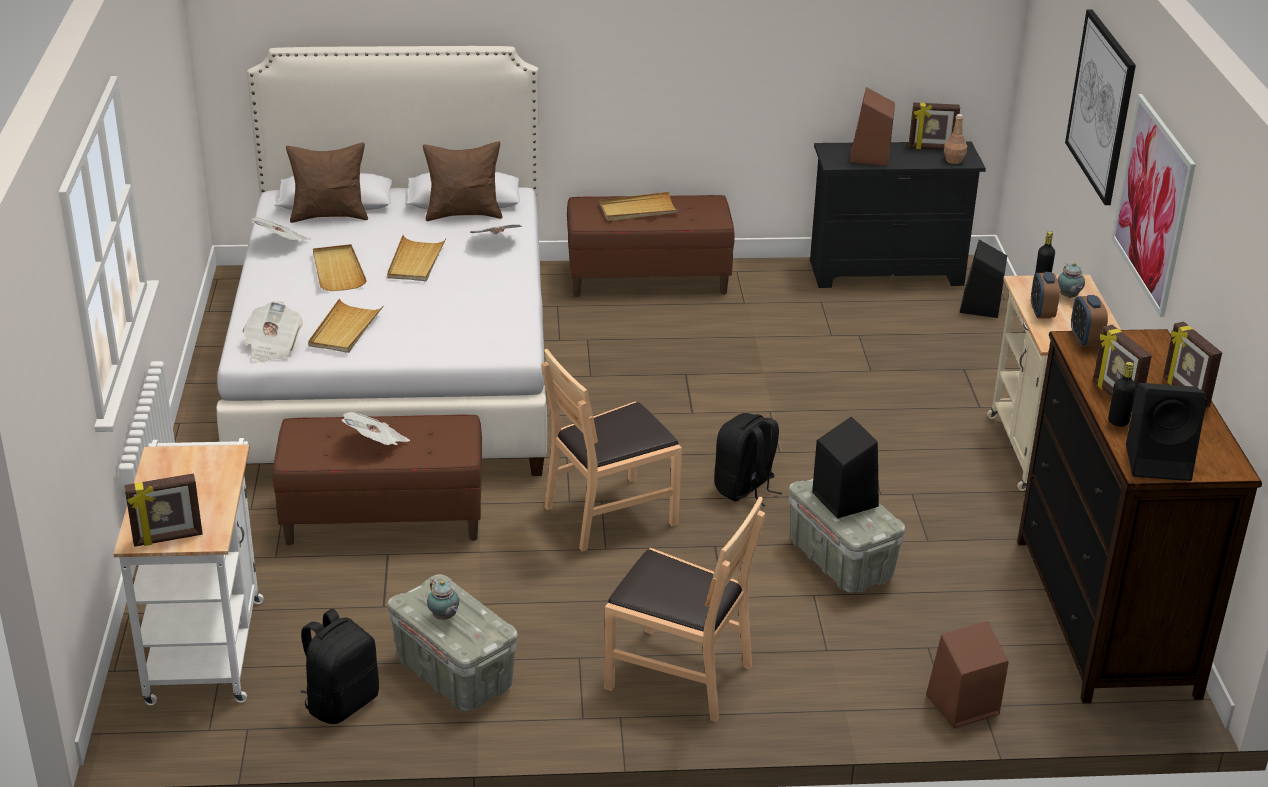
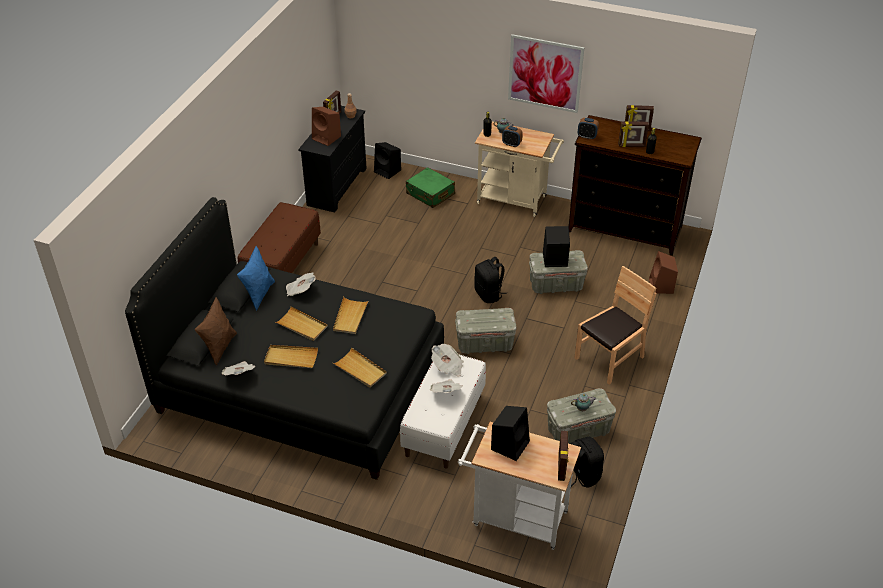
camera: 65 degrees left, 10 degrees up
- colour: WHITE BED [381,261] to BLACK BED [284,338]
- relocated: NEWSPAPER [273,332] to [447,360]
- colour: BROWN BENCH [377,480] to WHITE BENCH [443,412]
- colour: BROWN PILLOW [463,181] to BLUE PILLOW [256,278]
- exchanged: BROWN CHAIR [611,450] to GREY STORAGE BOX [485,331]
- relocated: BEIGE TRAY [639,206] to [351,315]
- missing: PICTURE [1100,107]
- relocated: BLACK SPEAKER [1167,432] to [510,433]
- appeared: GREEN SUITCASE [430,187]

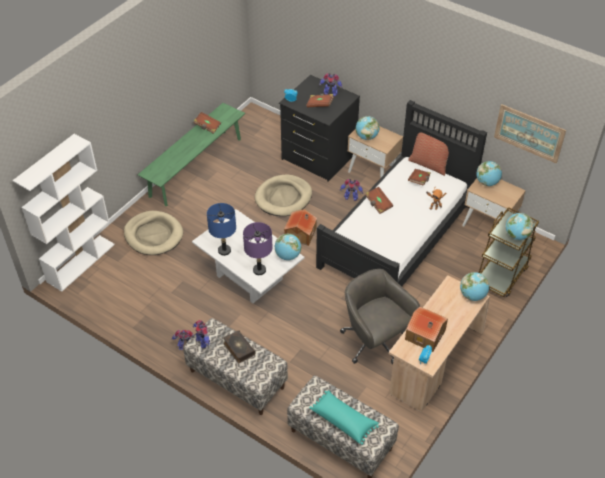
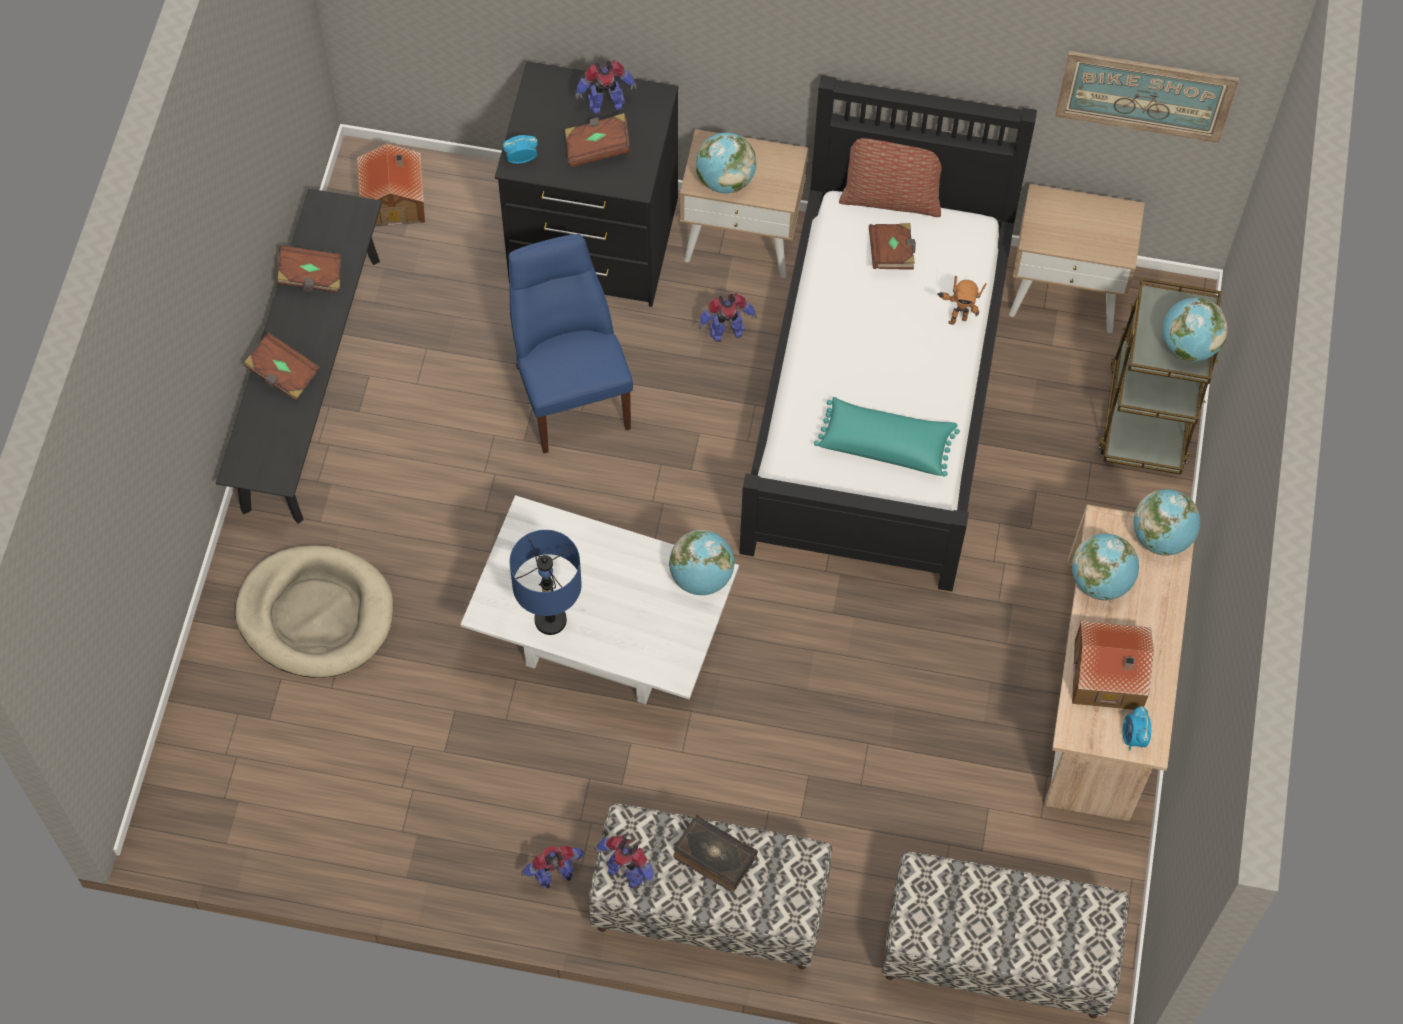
camera: 25 degrees left, 15 degrees up
- missing: WHITE BOOKCASE [64,213]
- colour: GREEN BENCH [191,154] to BLACK BENCH [299,356]
- missing: PURPLE TABLE LAMP [258,248]
- exchanged: BEIGE DOG BED [283,195] to BLUE CHAIR [570,343]
- relocated: TOY HOUSE [300,227] to [391,185]
- relocated: TURQUOISE PILLOW [344,417] to [887,437]
- missing: GREY OFFICE CHAIR [380,316]
- relocated: BROWN BOOK [379,200] to [282,366]
- relocated: GLOBE [489,173] to [1105,567]

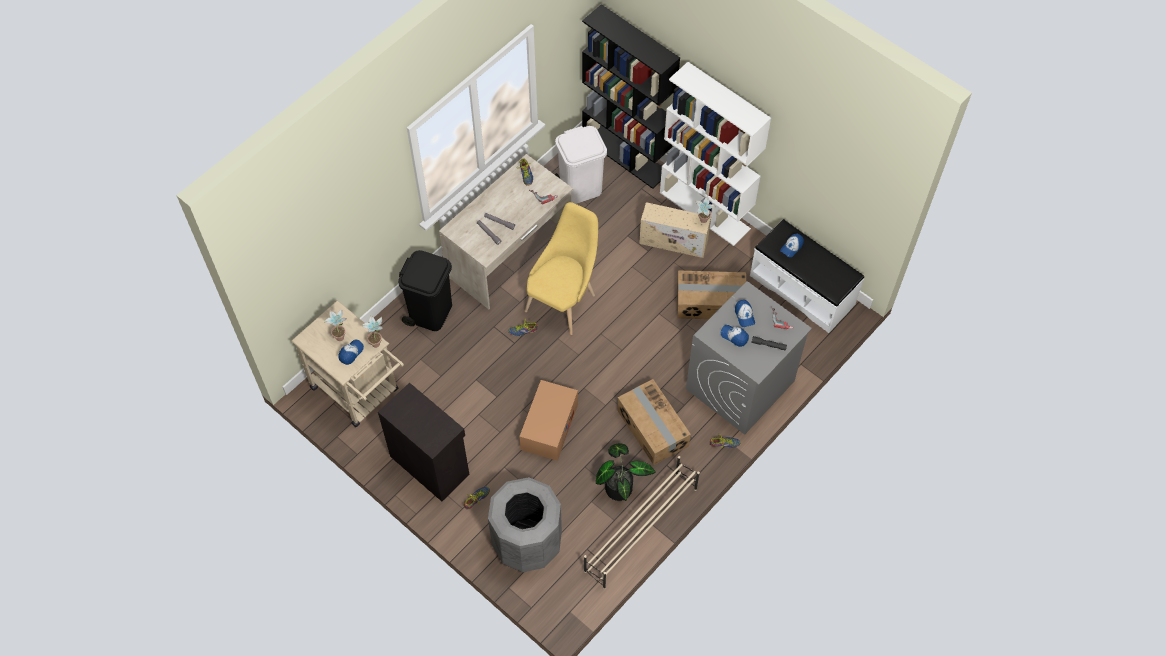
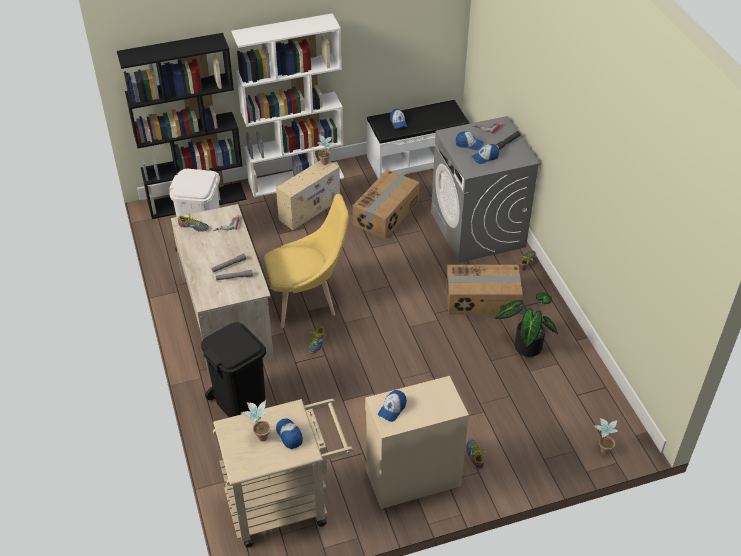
camera: 60 degrees left, 15 degrees down
- relocated: POTTED PLANT [372,332] to [605,436]
- colour: BLACK CABINET [423,442] to BEIGE CABINET [417,442]
- missing: GREY TRASH CAN [525,524]
- missing: CARDBOARD BOX [548,420]
- spun: YELLOW CHAIR [561,268] = [306,261] 105 degrees clockwise
- missing: BEIGE SHOE RACK [642,522]
- appeared: CAP [392,406]

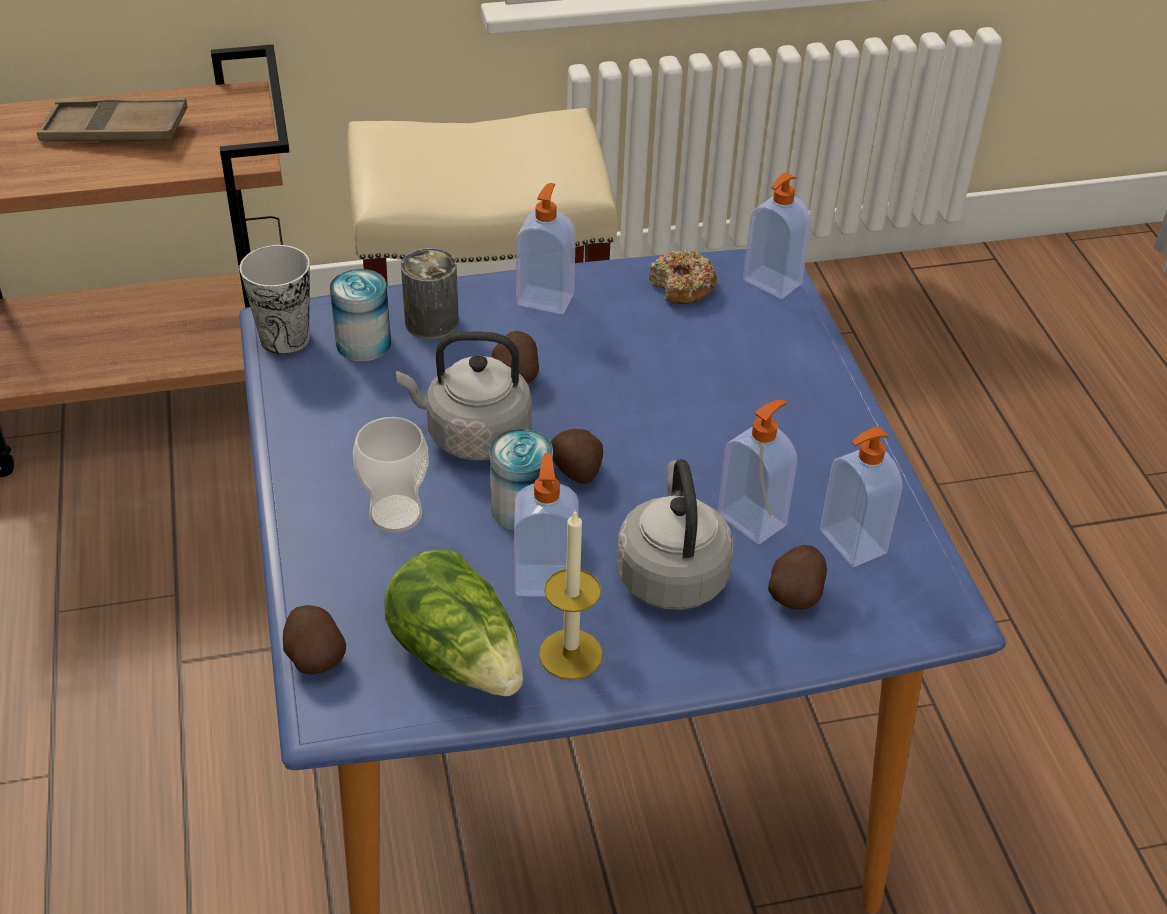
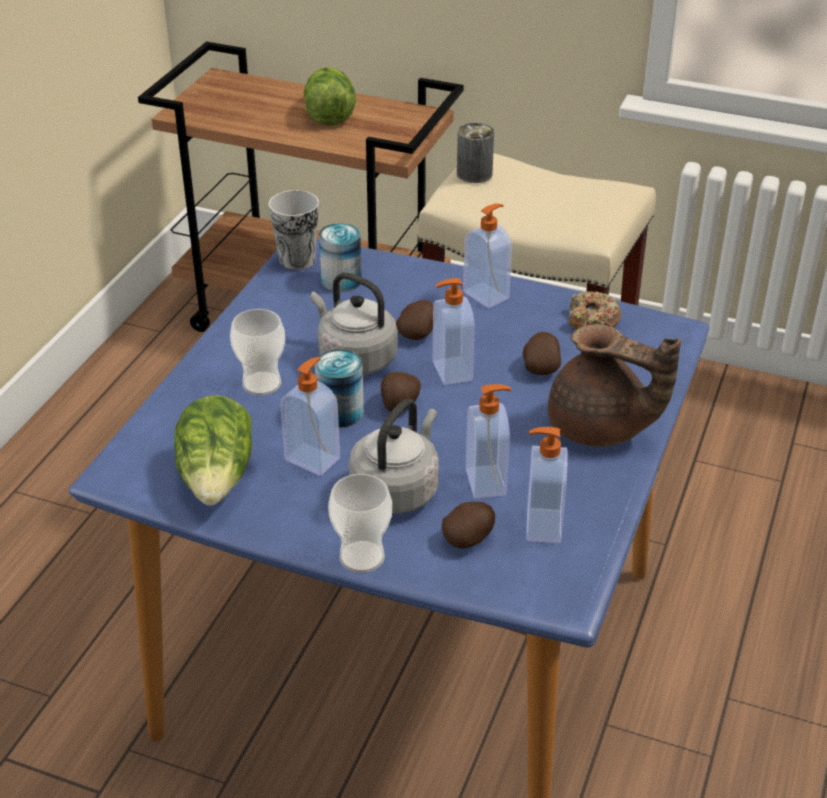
camera: 35 degrees right, 5 degrees down
- exchanged: BROWN TRAY [112,119] to LETTUCE [330,96]
- relocated: POTATO [314,640] to [542,353]
- relocated: CAN [430,293] to [475,153]
- missing: CANDLE [571,595]
- relocated: SOAP DISPENSER [777,235] to [454,331]
- appeared: CUP [360,523]
- appeared: BROWN TEAPOT [614,385]

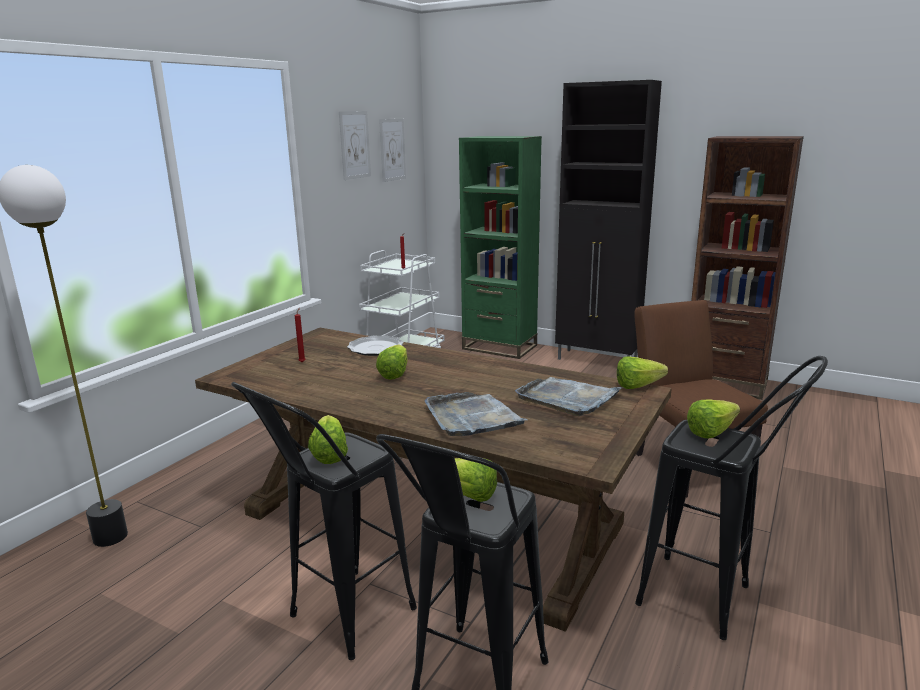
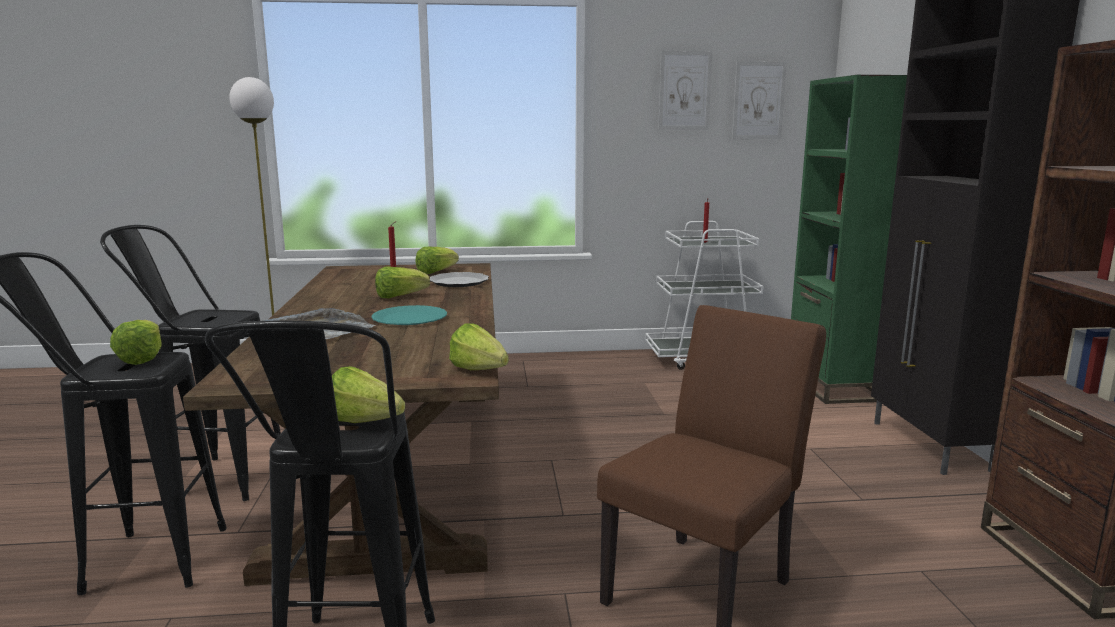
camera: 55 degrees right, 5 degrees down
- relocated: LETTUCE [328,439] to [437,260]
- missing: GREY TRAY [569,396]
- appeared: TURQUOISE PLATE [409,315]

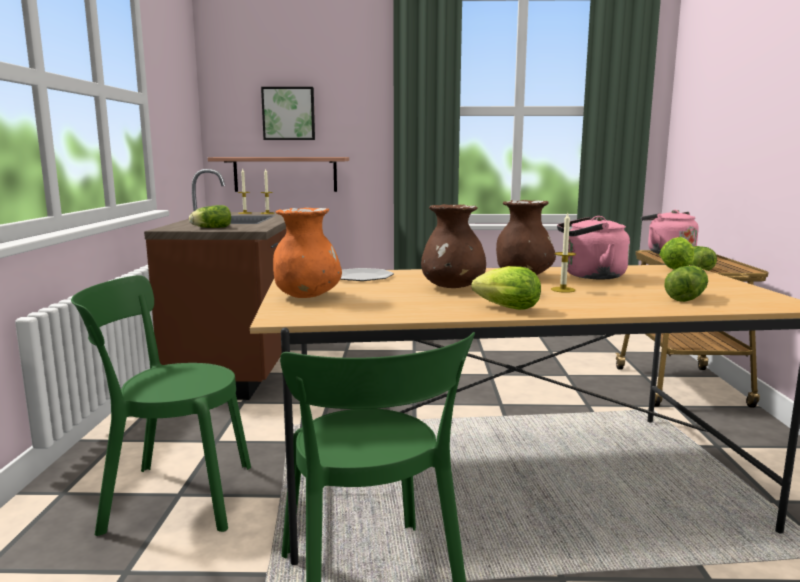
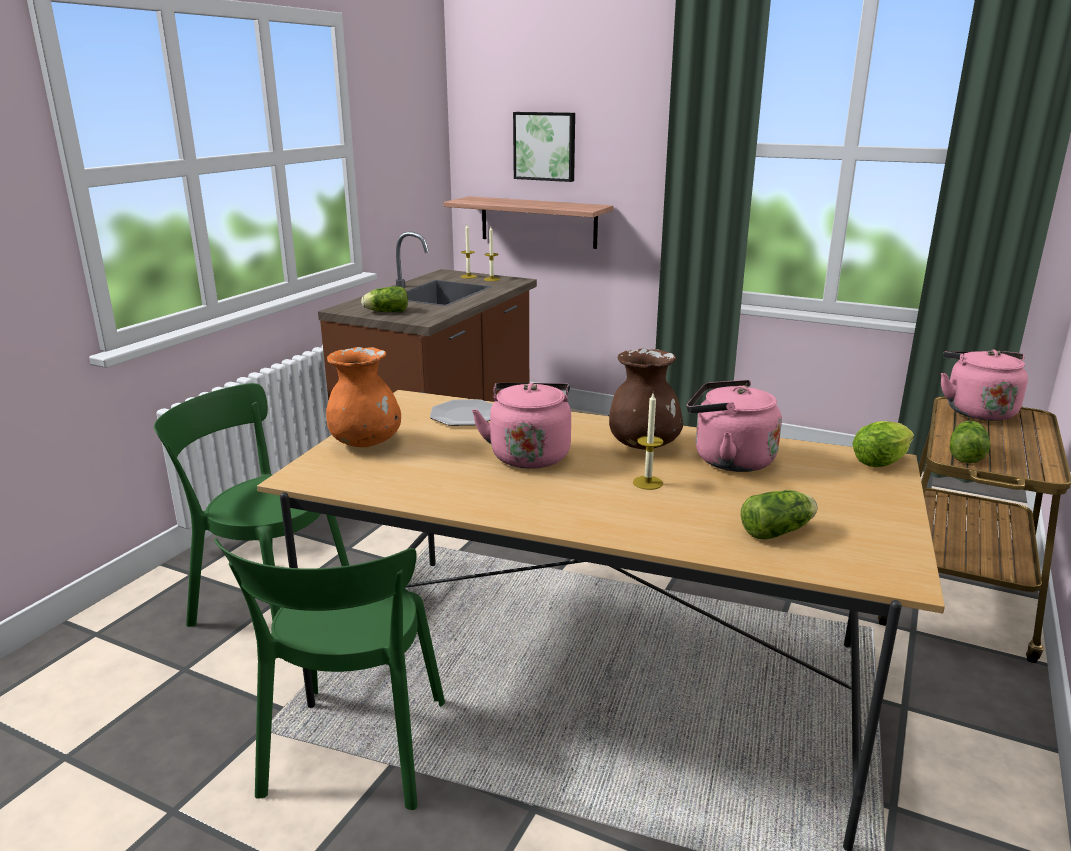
camera: 25 degrees right, 10 degrees up
- exchanged: BROWN VASE [453,246] to PINK KETTLE [521,426]
- missing: LETTUCE [506,288]

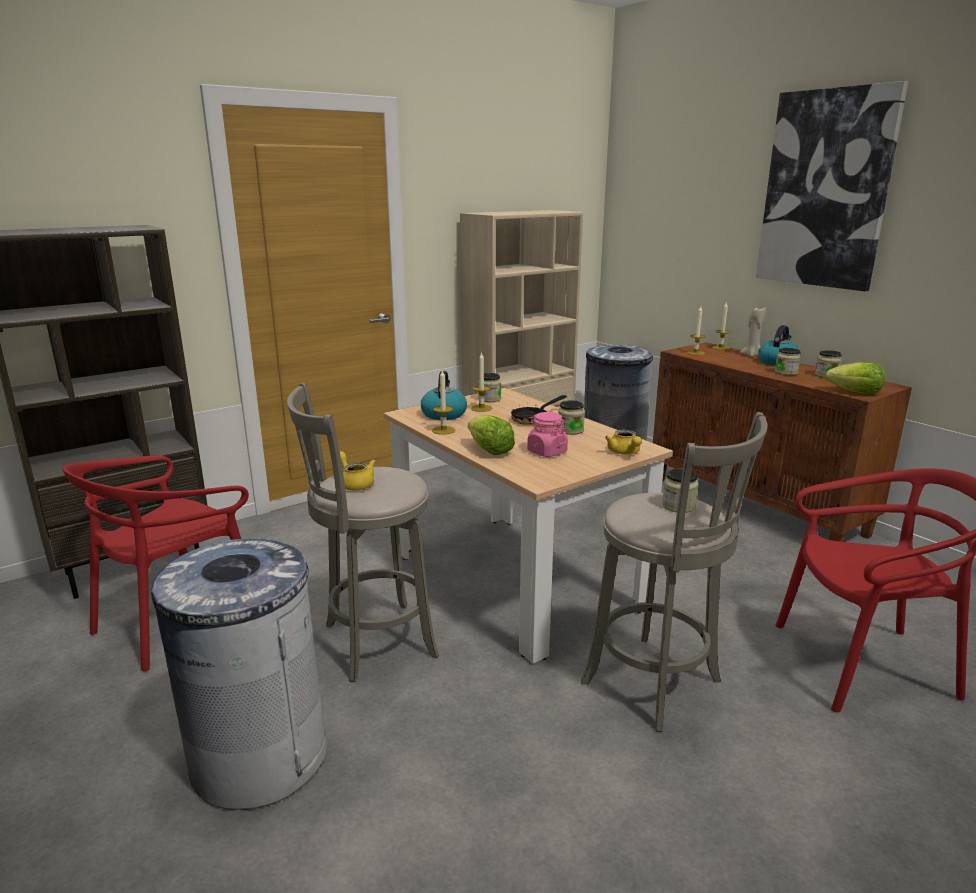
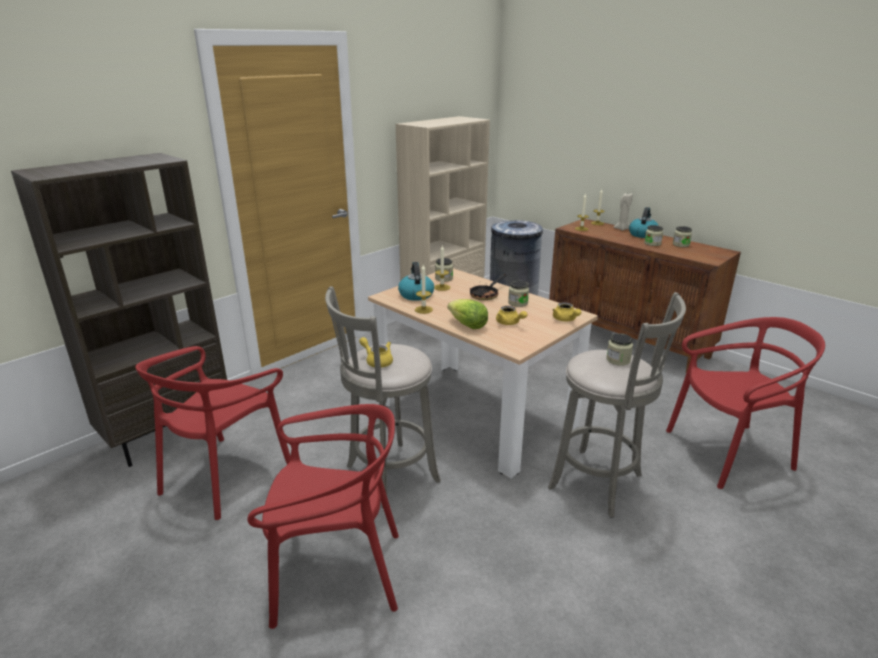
camera: 10 degrees left, 5 degrees up
- exchanged: GREY TRASH CAN [239,674] to RED CHAIR [323,516]
- exchanged: PINK JAR [547,434] to YELLOW TEAPOT [511,315]
- missing: PICTURE [832,186]
- missing: LETTUCE [855,378]

